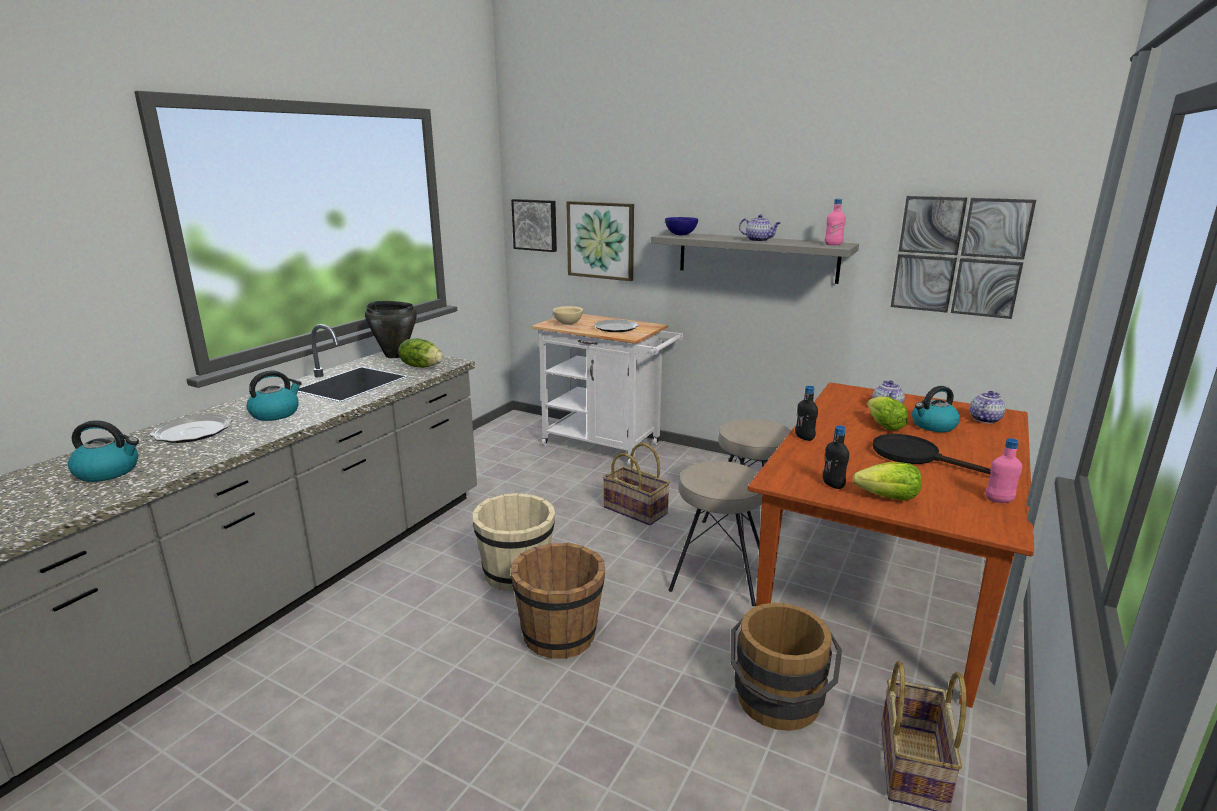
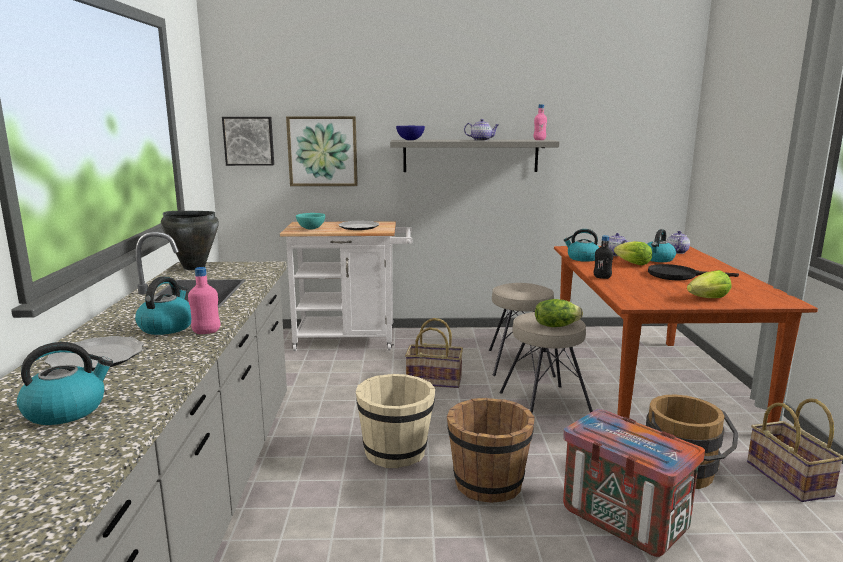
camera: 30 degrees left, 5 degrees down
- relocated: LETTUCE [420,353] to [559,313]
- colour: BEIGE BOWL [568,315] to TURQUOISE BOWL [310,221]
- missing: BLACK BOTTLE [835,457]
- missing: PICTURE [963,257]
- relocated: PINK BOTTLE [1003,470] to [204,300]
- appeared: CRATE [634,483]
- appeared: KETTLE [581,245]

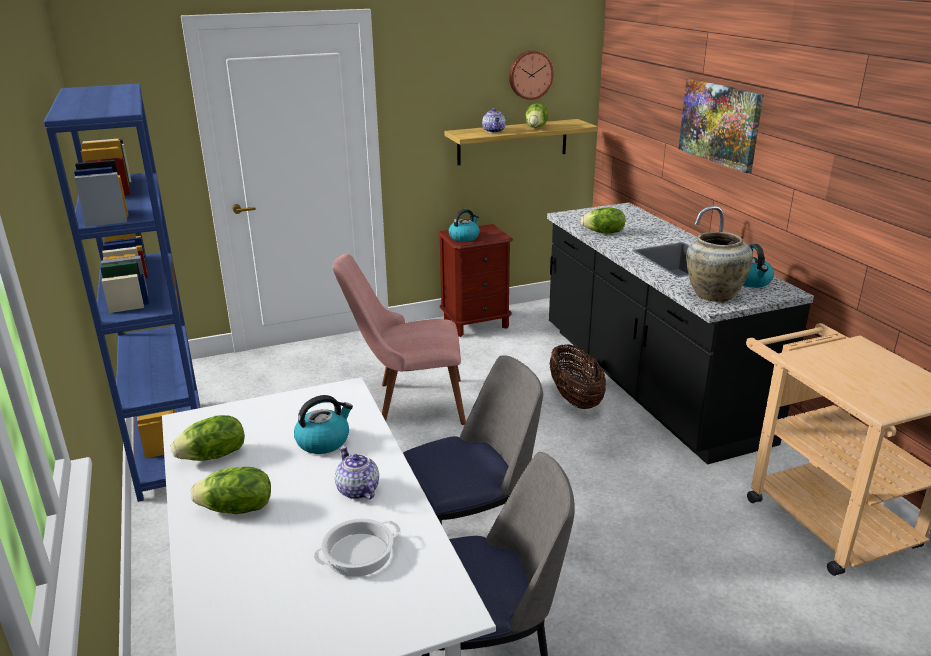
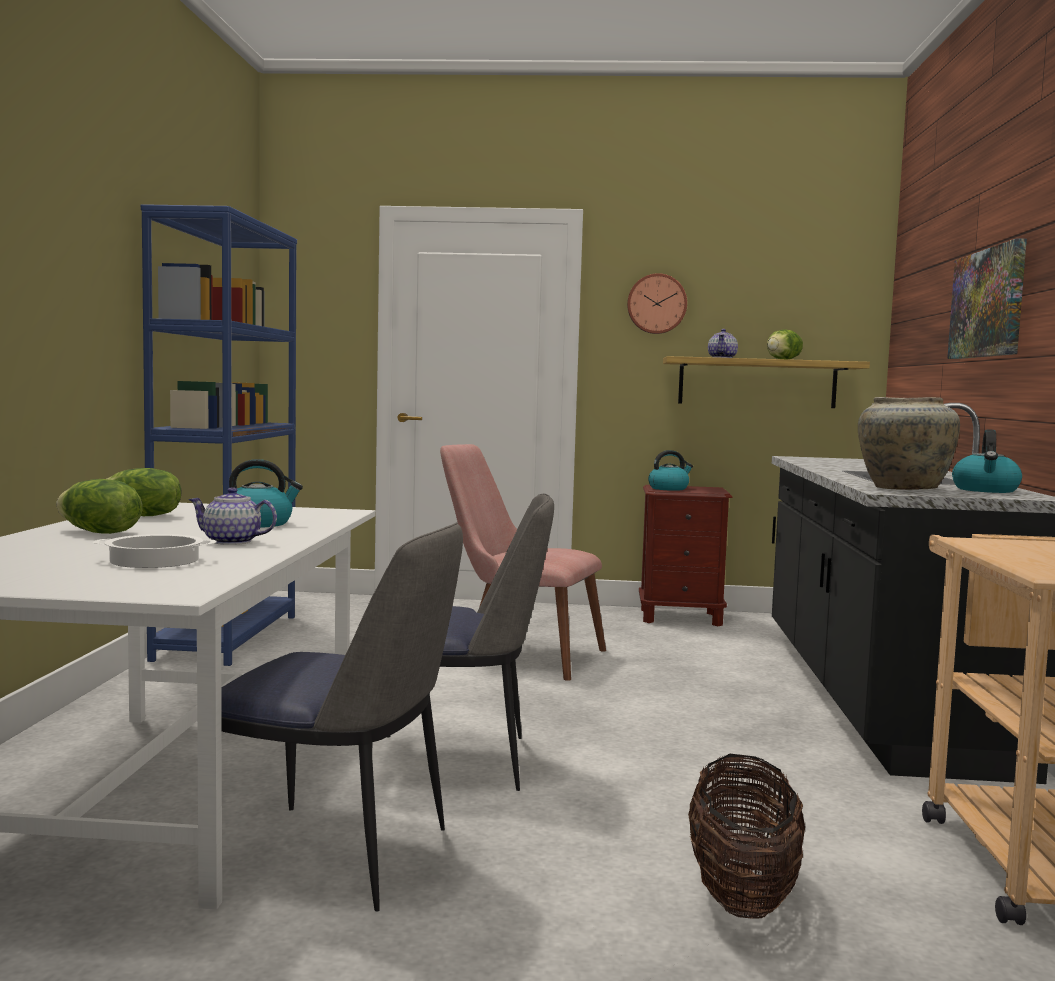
camera: 25 degrees right, 20 degrees down
- spun: TEAPOT [357,472] = [232,516] 75 degrees counterclockwise
- relocated: WALL CLOCK [531,75] to [657,303]
- relocated: BASKET [577,376] to [746,836]
- missing: LETTUCE [603,221]

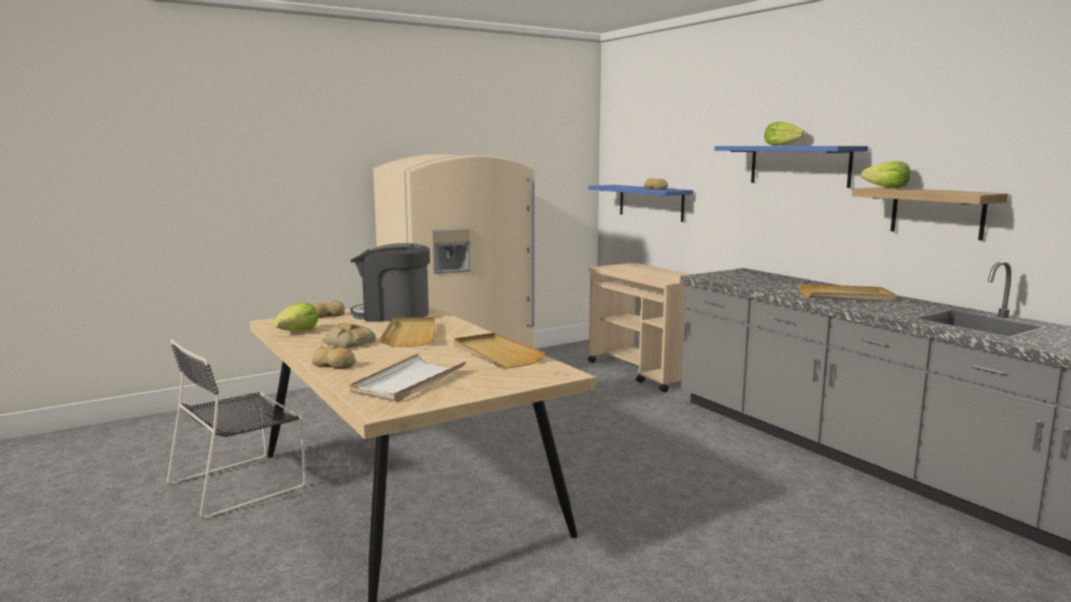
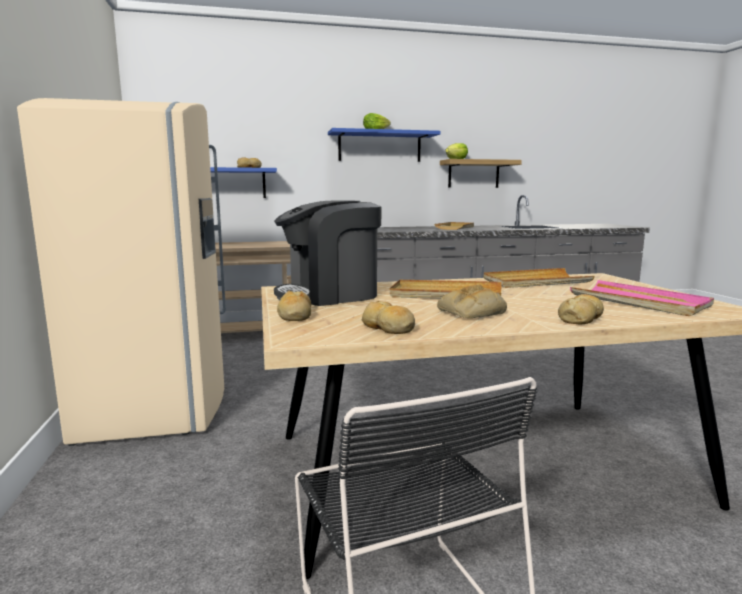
camera: 70 degrees left, 0 degrees up
- exchanged: LETTUCE [296,316] to BREAD [388,317]
- spun: COFFEE MACHINE [390,282] = [328,253] 45 degrees clockwise
- colour: WHITE TRAY [408,378] to PINK TRAY [642,298]

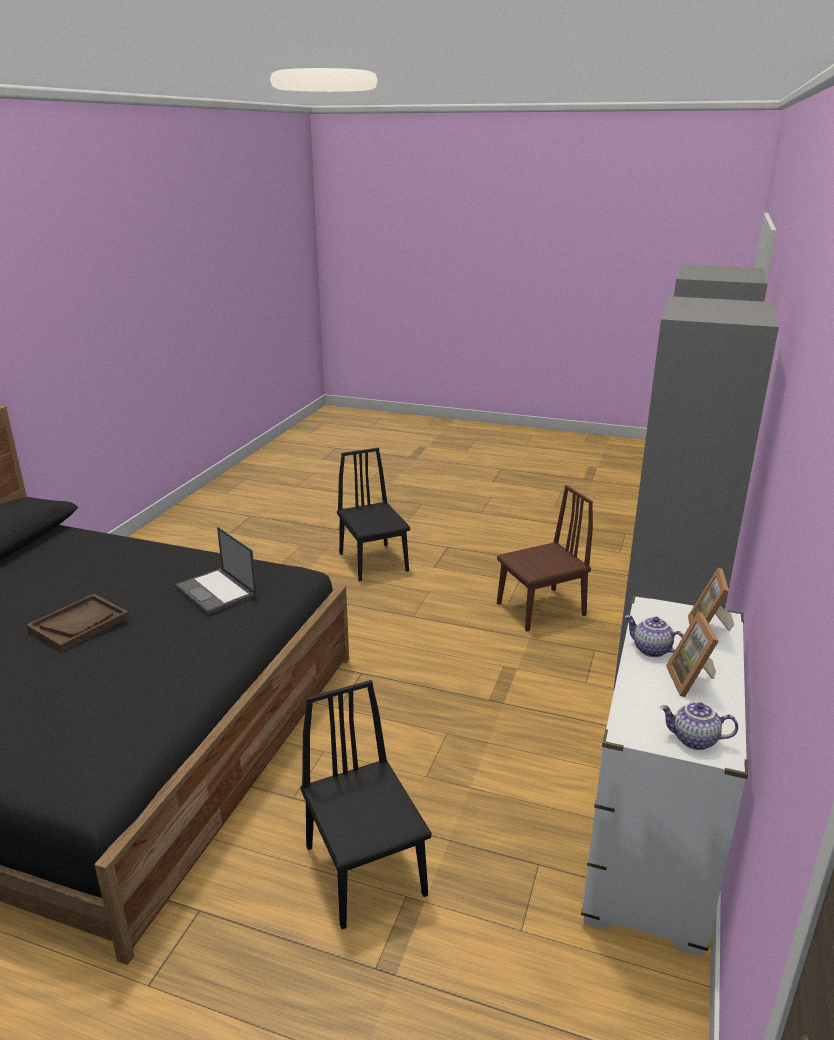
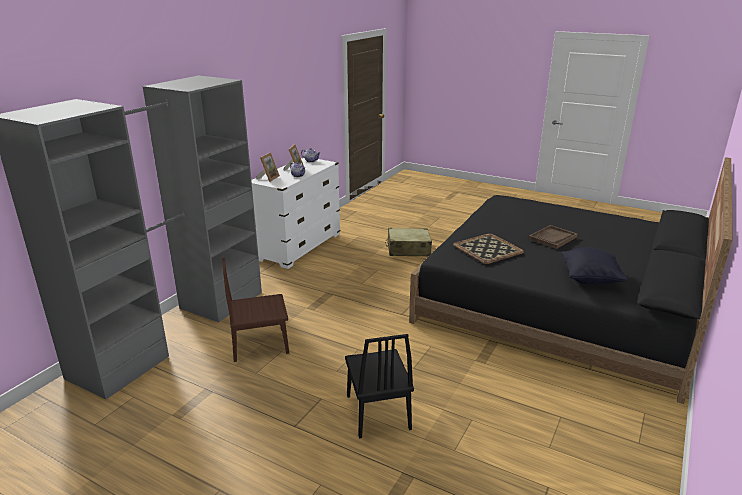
camera: 170 degrees left, 0 degrees up
- exchanged: LAPTOP [216,570] to TRAY [488,249]
- exchanged: BLACK CHAIR [365,804] to BEIGE SUITCASE [408,242]
- appeared: BLACK PILLOW [594,265]

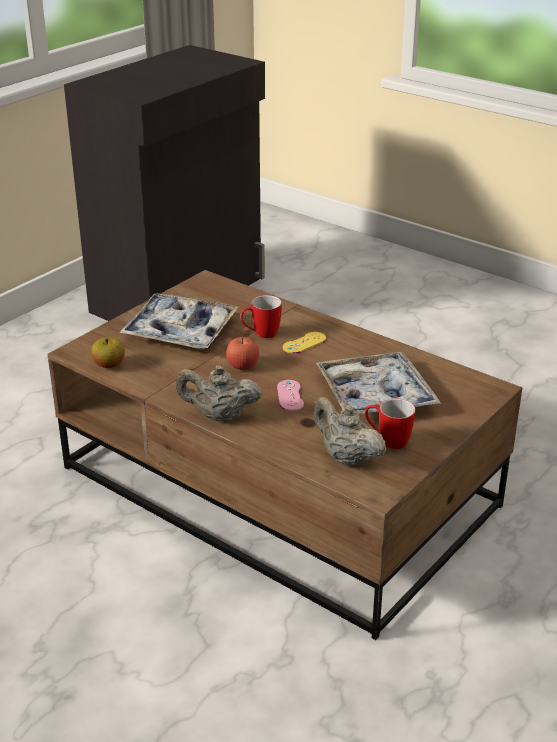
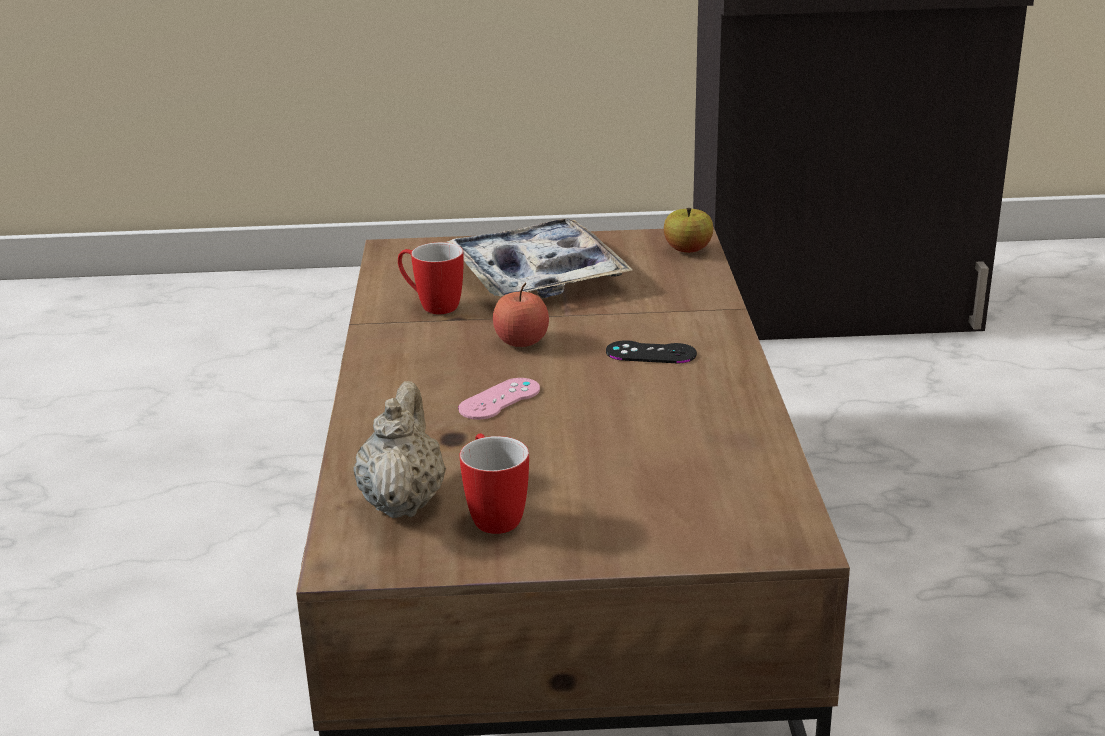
camera: 50 degrees right, 5 degrees down
- relocated: APPLE [108,352] to [689,230]
- missing: BEIGE TEAPOT [219,394]
- relocated: MUG [261,316] to [431,278]
- colour: YELLOW GAME CONTROLLER [304,343] to BLACK GAME CONTROLLER [651,351]
- missing: TRAY [378,383]

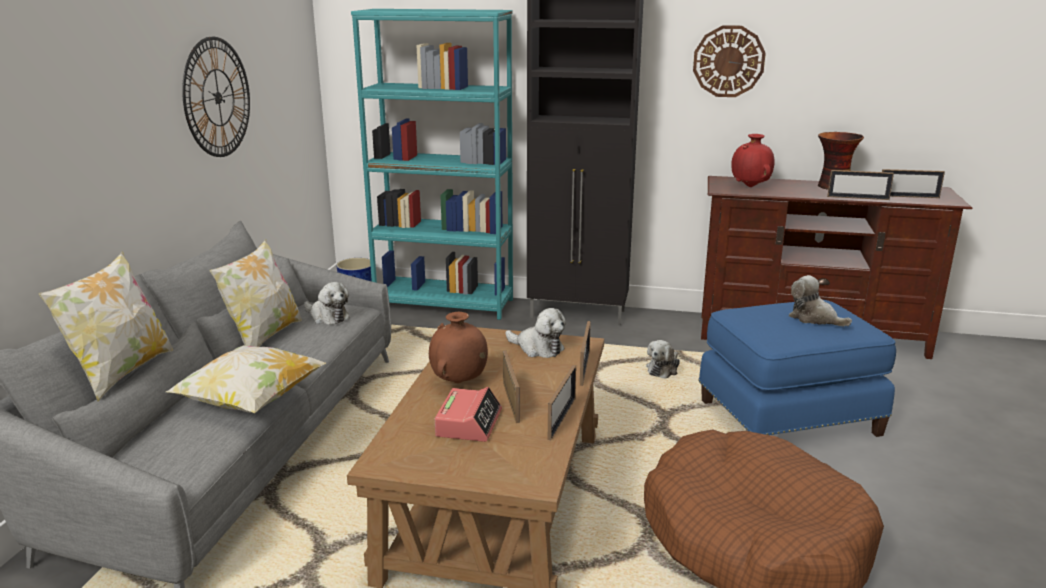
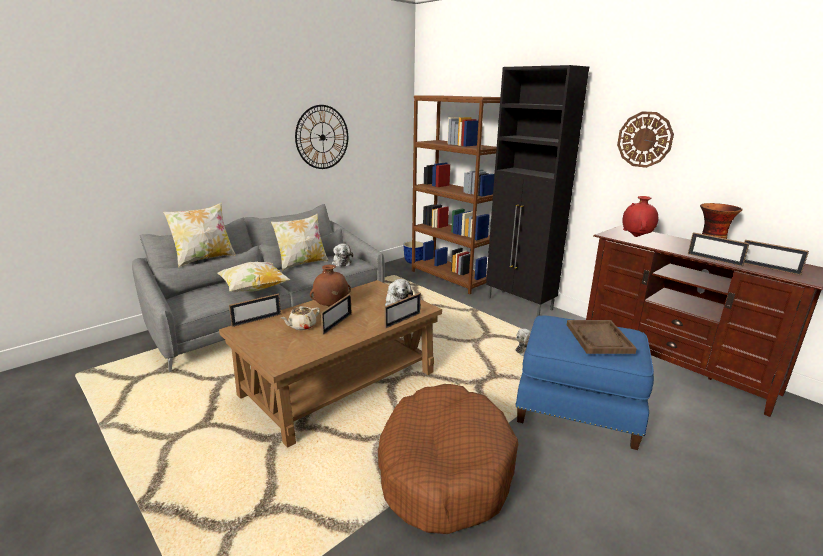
camera: 35 degrees right, 0 degrees up
- colour: TURQUOISE BOOKCASE [432,164] to BROWN BOOKCASE [456,194]
- exchanged: ALARM CLOCK [468,414] to BEIGE TEAPOT [300,318]
- relocated: PICTURE FRAME [562,402] to [255,310]
- exchanged: PLUSH TOY [820,301] to BROWN TRAY [602,337]

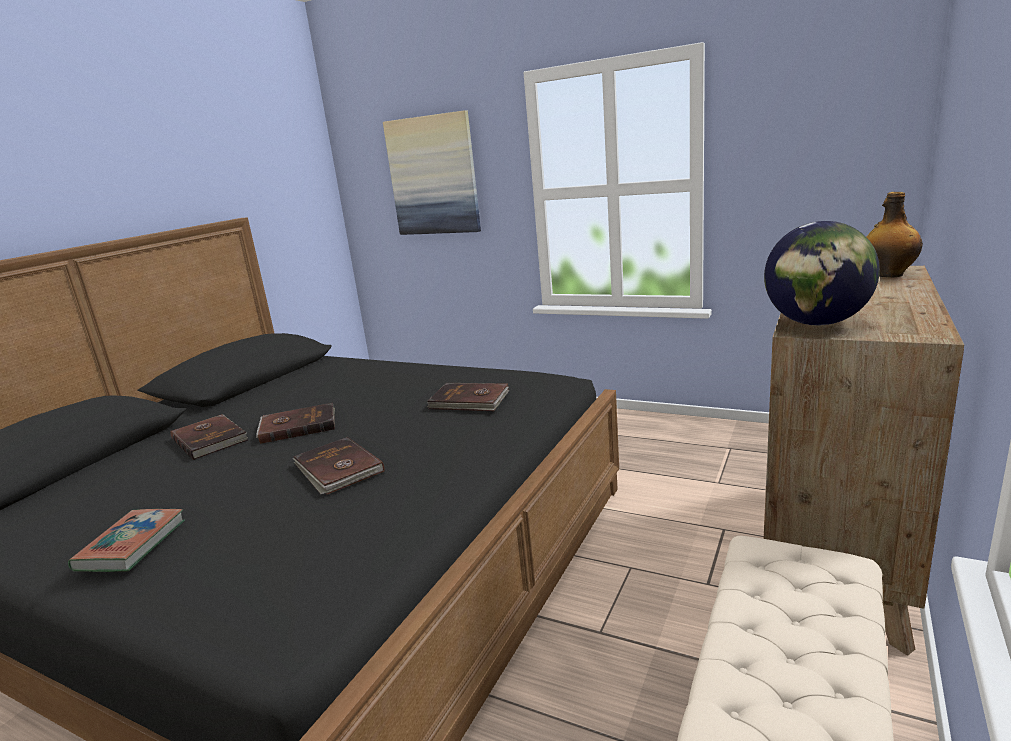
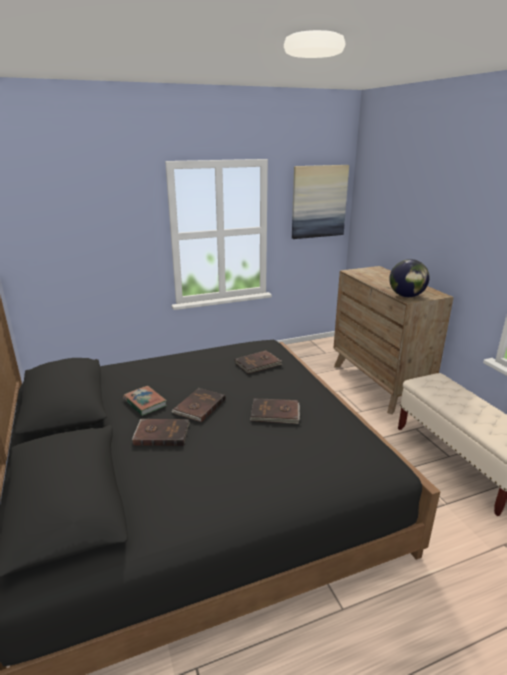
camera: 50 degrees left, 5 degrees up
- relocated: BOOK [126,540] to [145,401]
- relocated: PICTURE [432,172] to [320,202]
- missing: BOTTLE [895,234]

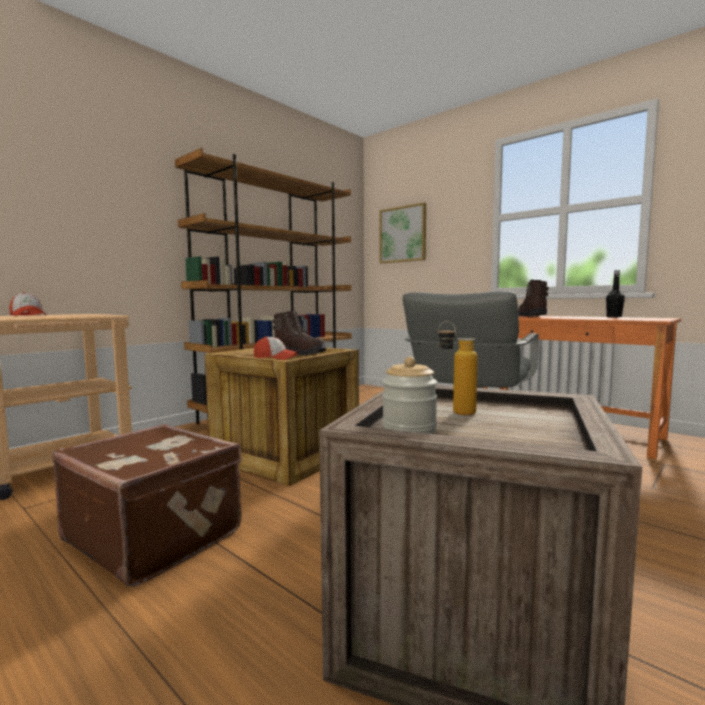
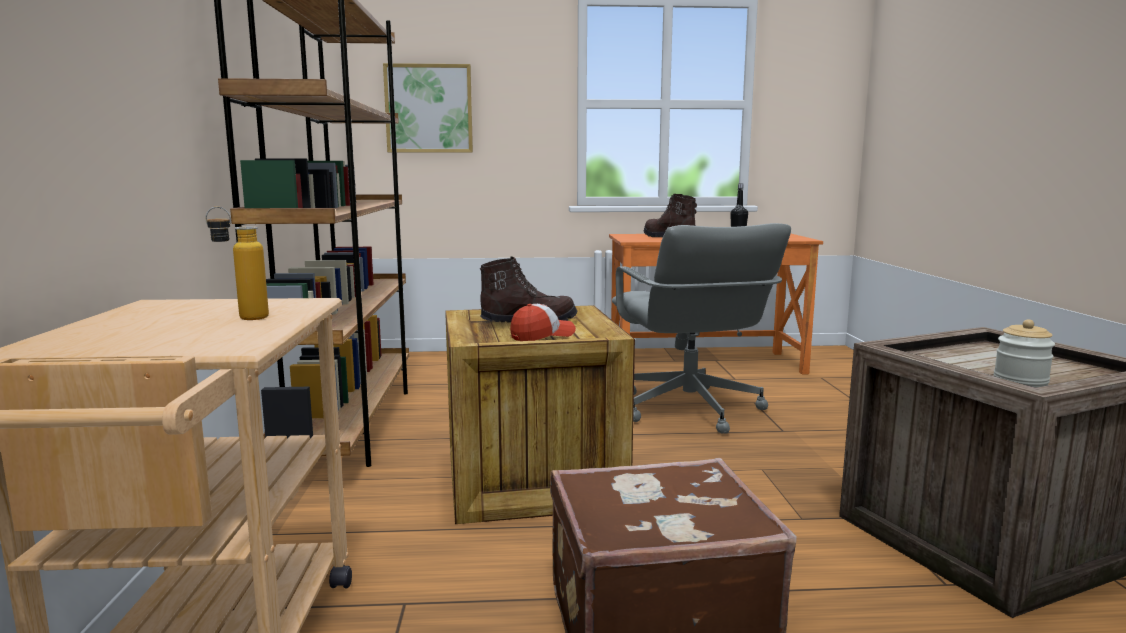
camera: 45 degrees left, 5 degrees up
- missing: CAP [27,304]
- relocated: BOTTLE [458,368] to [237,263]

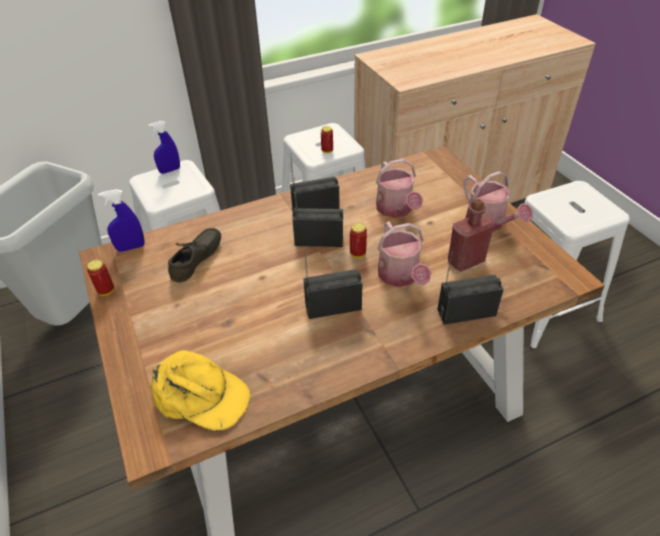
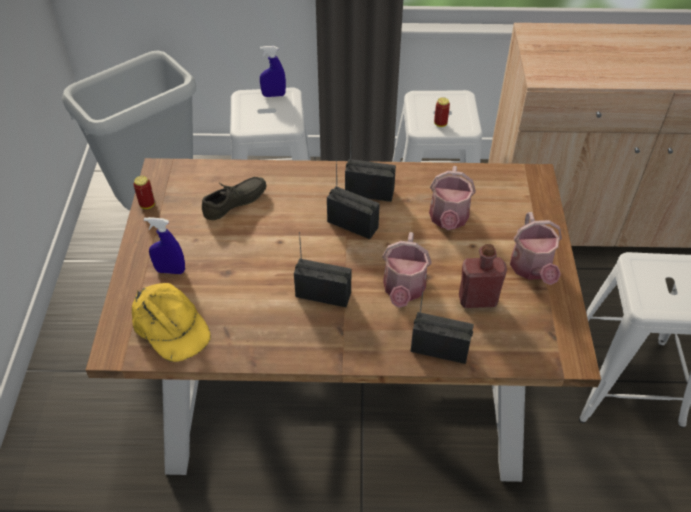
camera: 25 degrees right, 5 degrees up
- relocated: BLUE SPRAY BOTTLE [121,220] to [164,245]
- missing: CAN [358,240]

